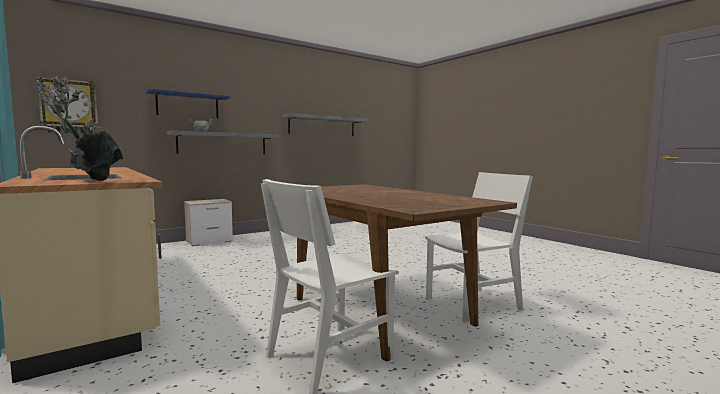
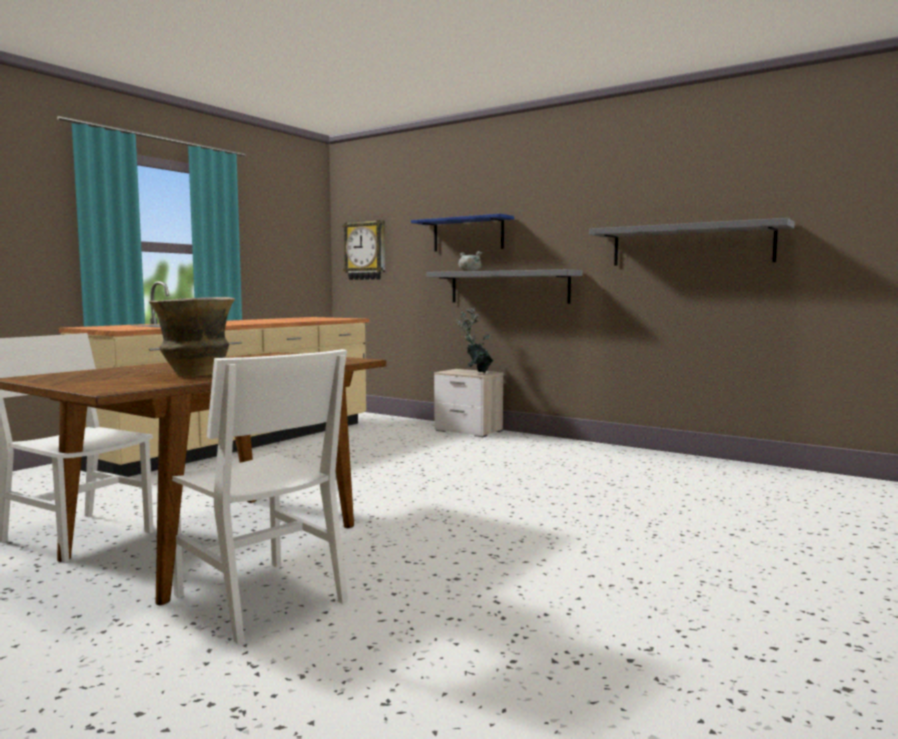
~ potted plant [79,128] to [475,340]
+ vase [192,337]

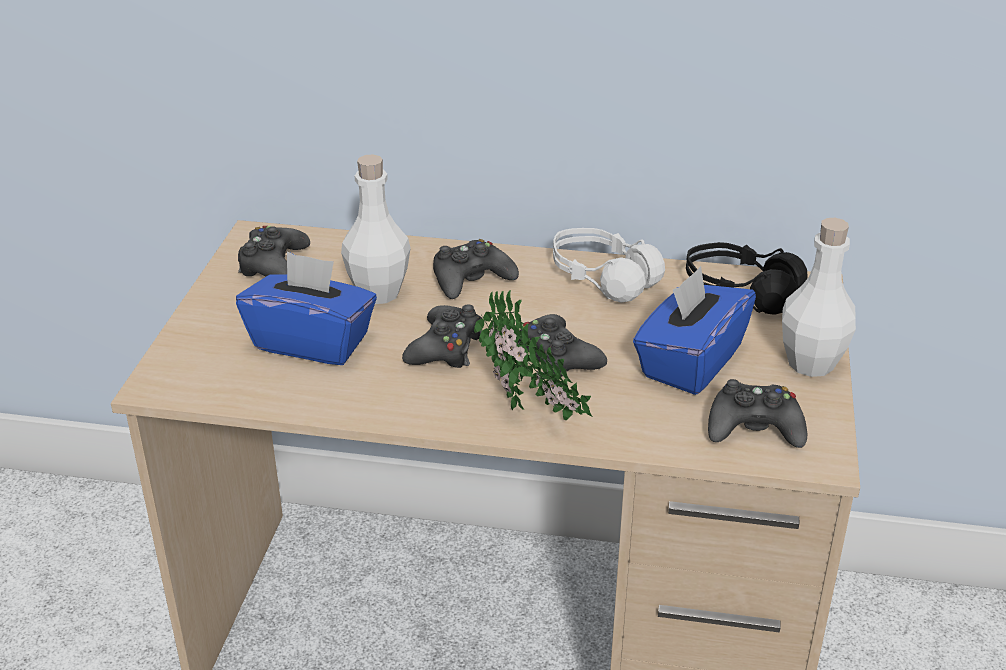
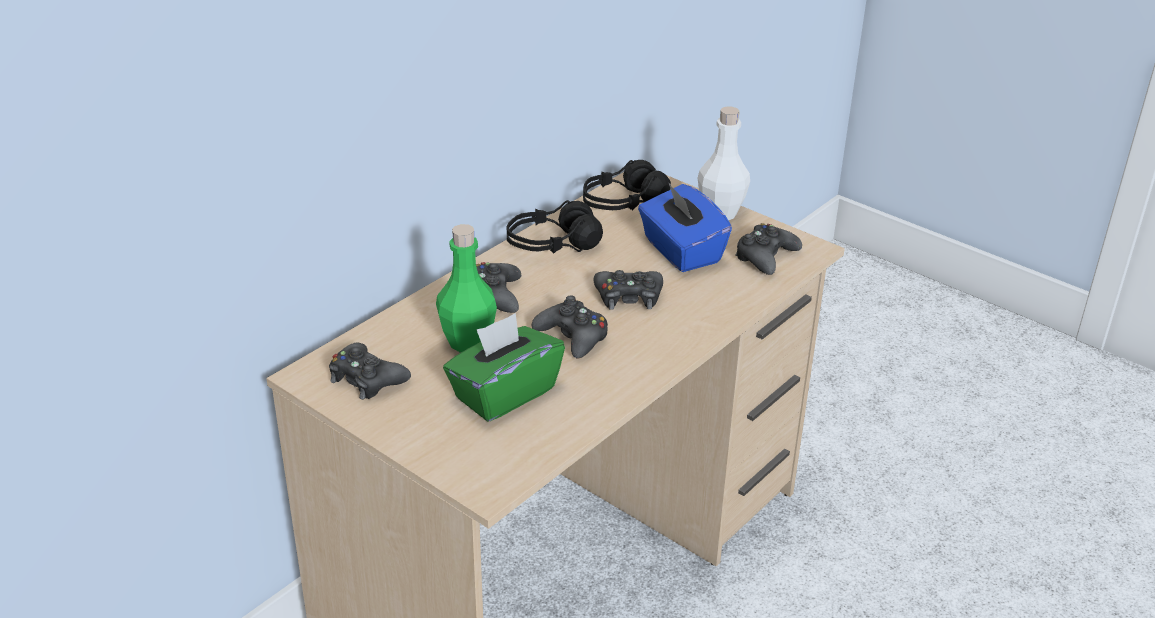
~ white bottle [376,229] to green bottle [466,288]
~ white headphones [609,265] to black headphones [555,226]
~ blue tissue box [306,308] to green tissue box [504,367]
- potted plant [533,355]

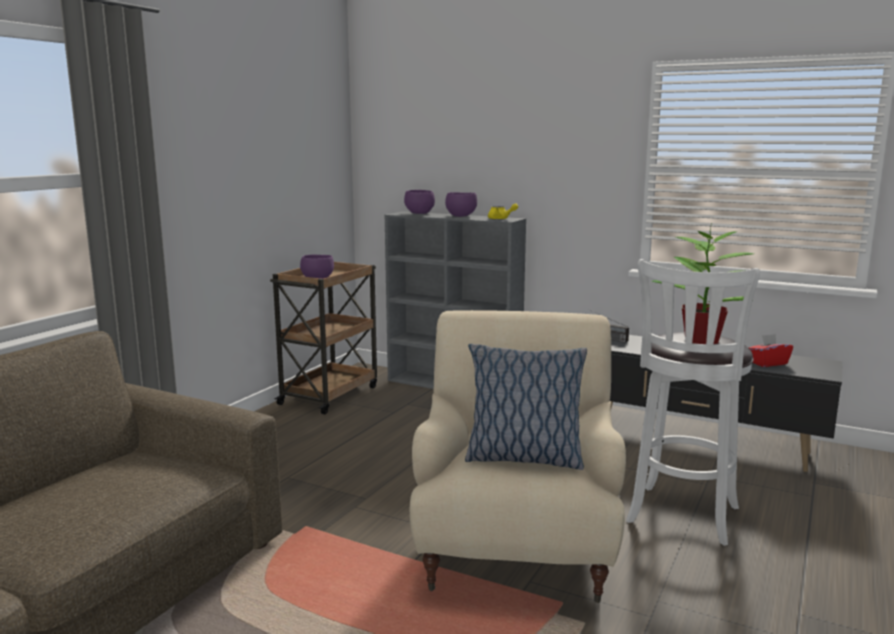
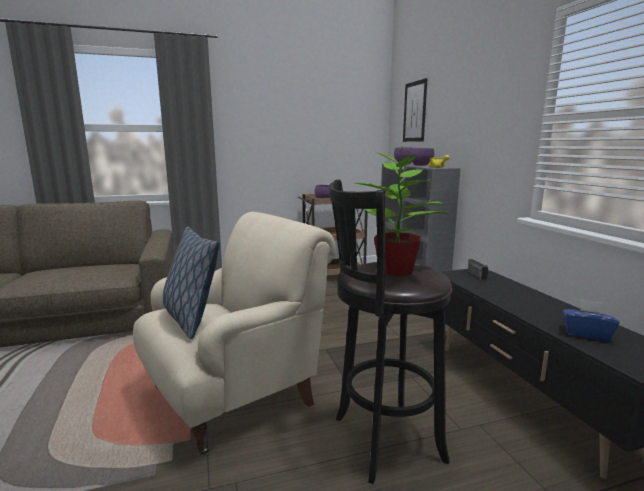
~ white stool [693,402] to black stool [390,332]
~ red tissue box [771,350] to blue tissue box [591,320]
+ picture [415,110]

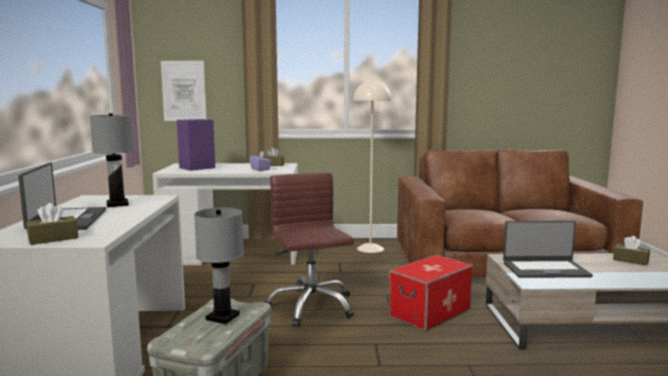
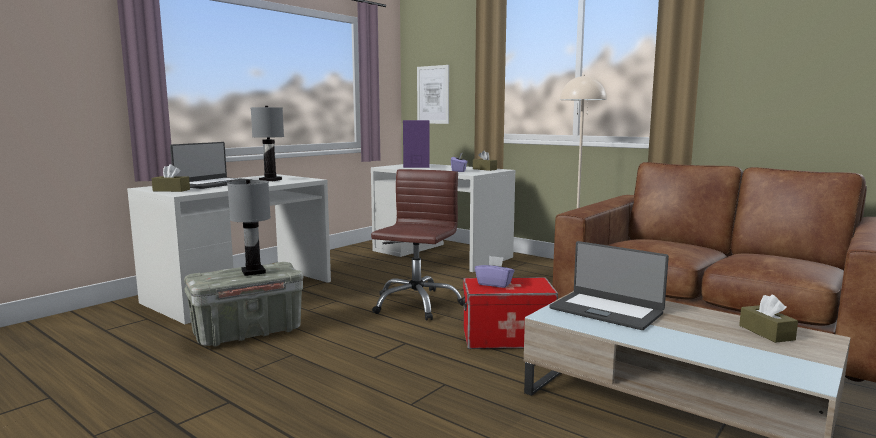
+ purple tissue box [495,272]

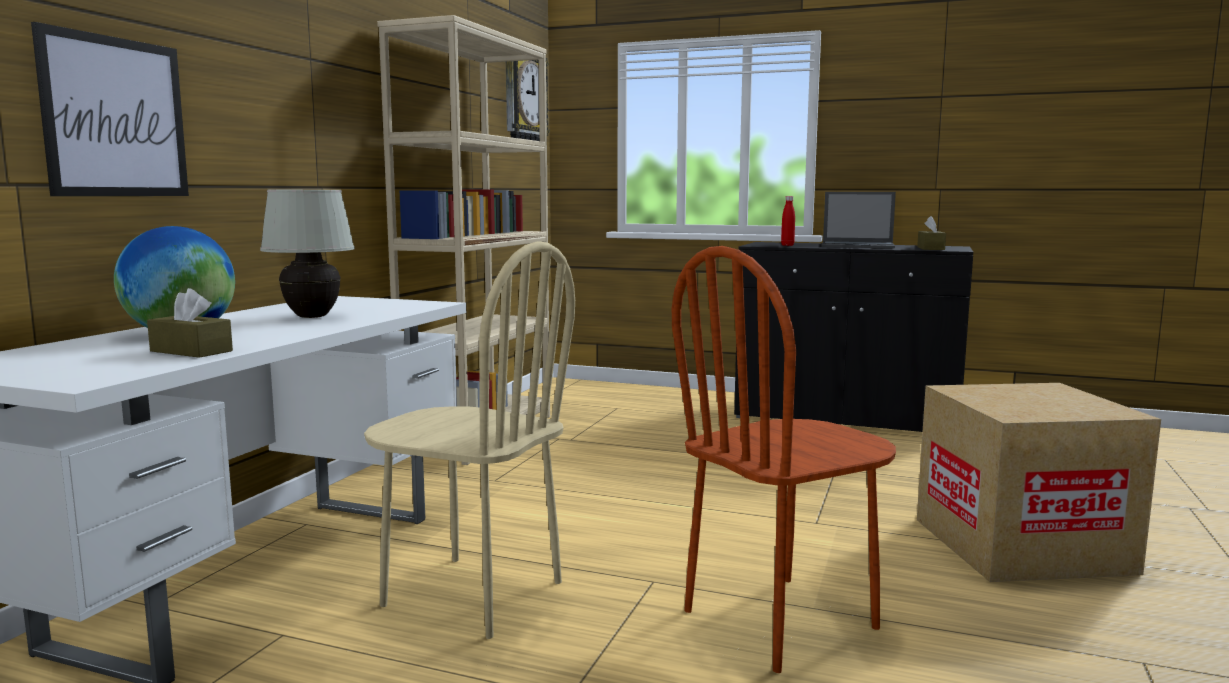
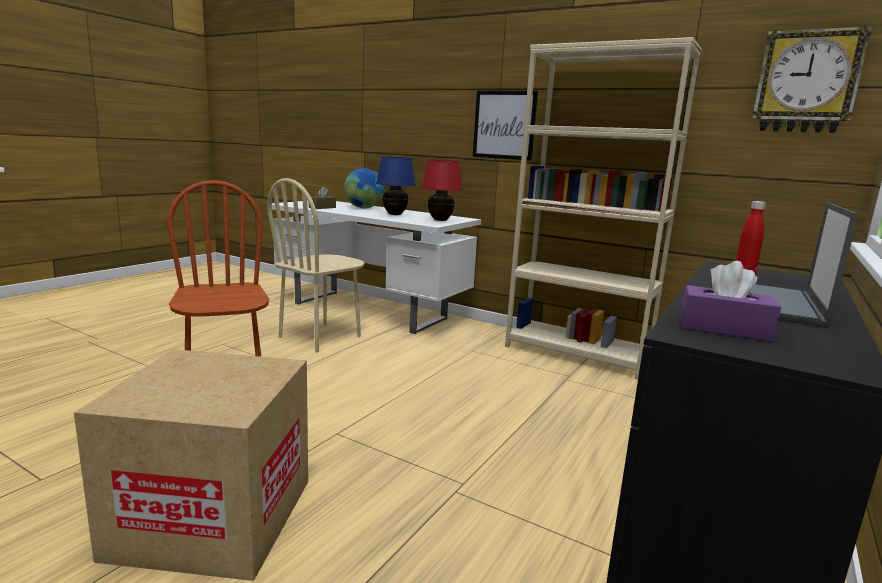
~ picture [110,109] to [505,126]
~ white table lamp [307,254] to blue table lamp [396,185]
~ brown tissue box [931,233] to purple tissue box [731,301]
+ red table lamp [442,190]

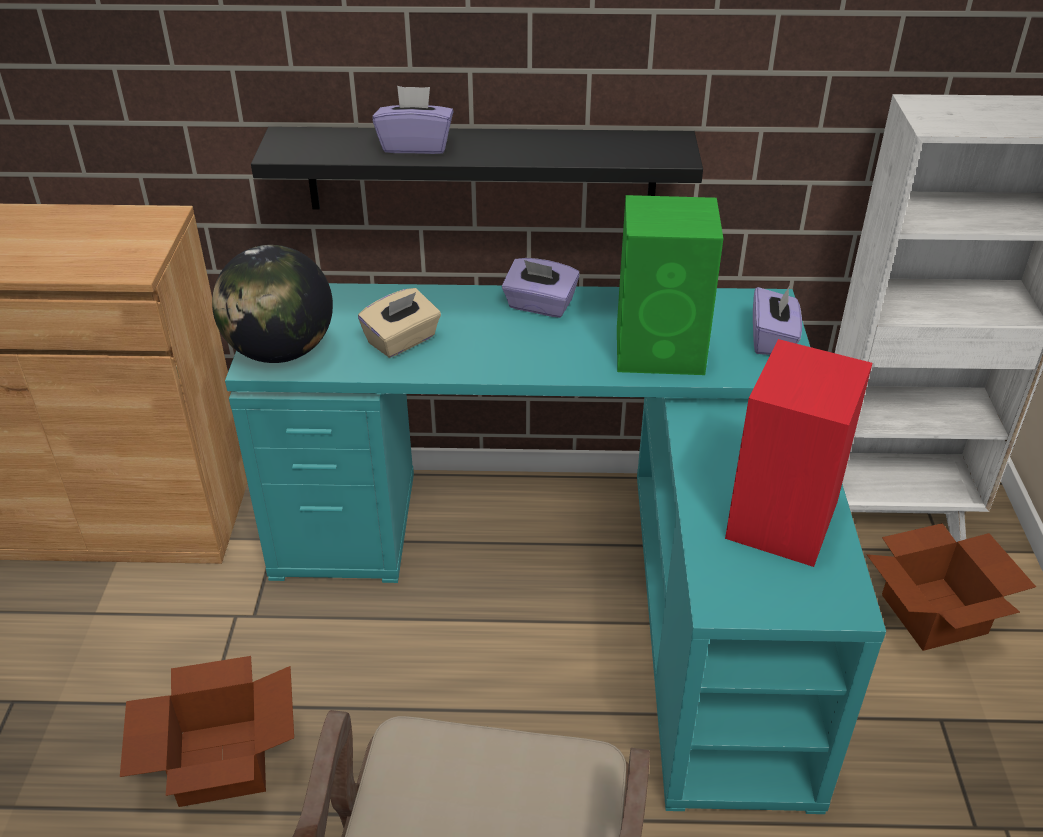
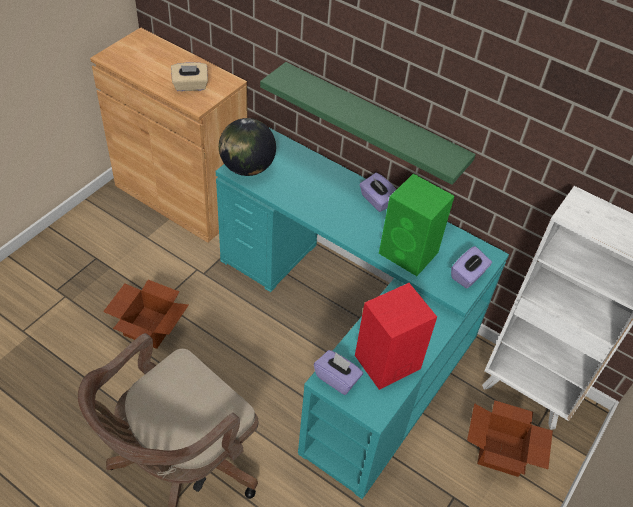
~ purple tissue box [413,120] to [338,372]
~ black shelf [477,168] to green shelf [368,123]
~ beige tissue box [399,323] to [189,76]

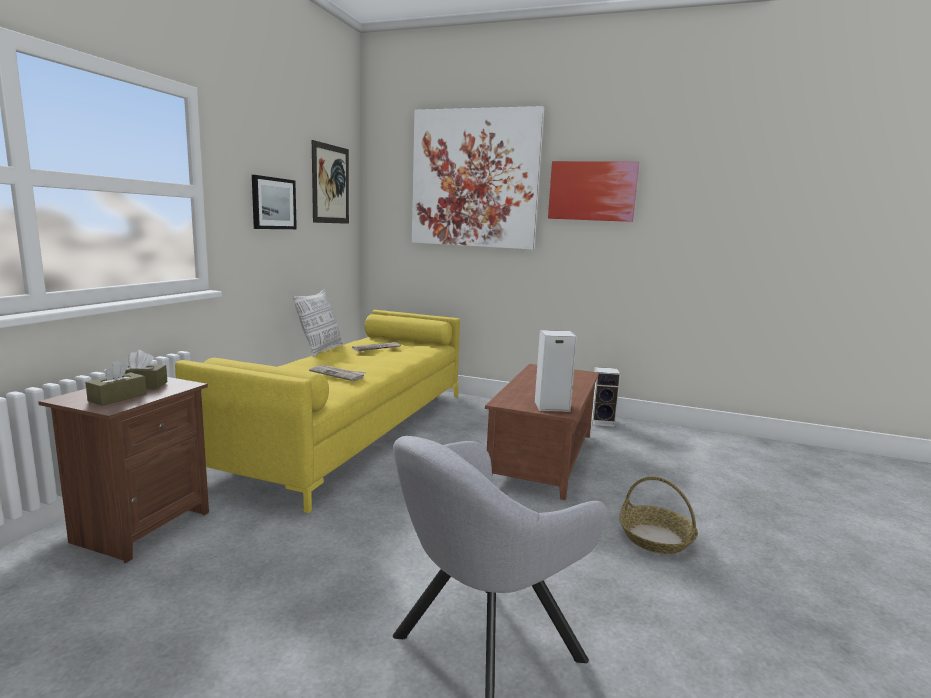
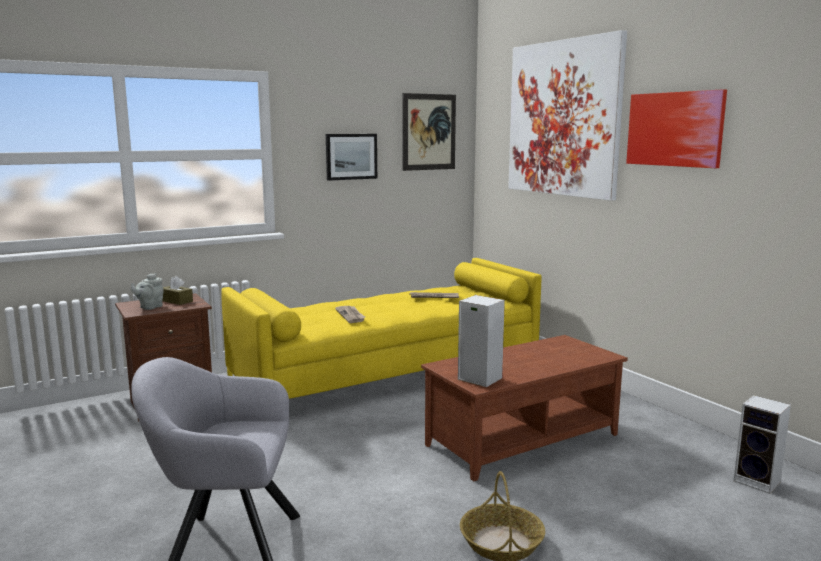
- pillow [318,323]
~ brown tissue box [116,383] to grey teapot [147,291]
~ speaker [606,397] to [762,444]

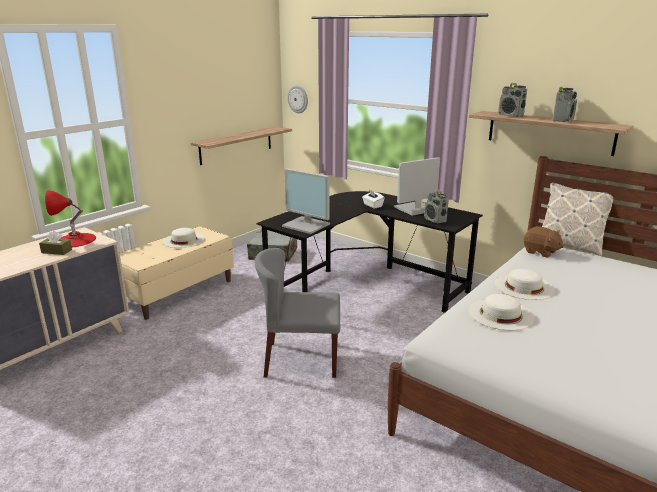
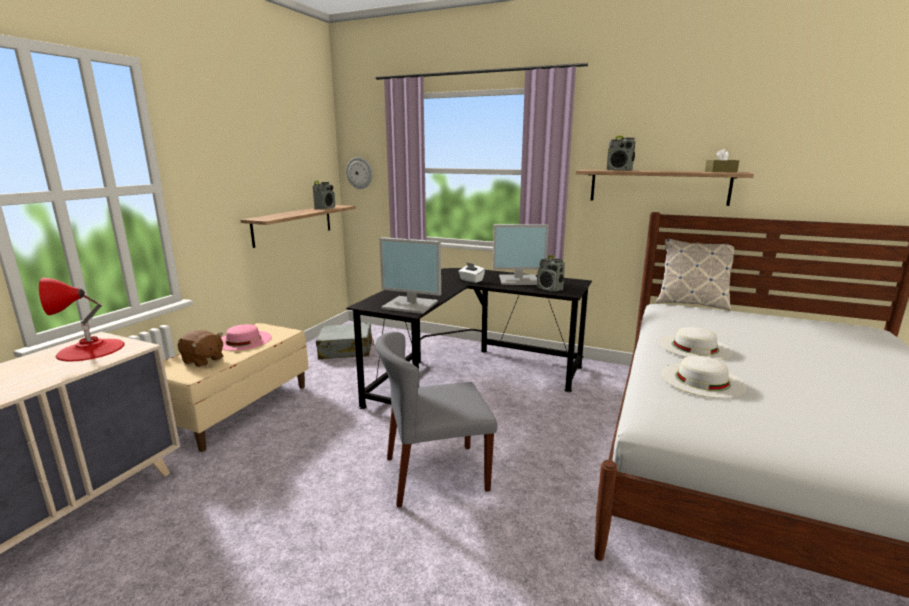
~ radio [564,104] to [324,195]
~ monitor [417,186] = [521,254] 135 degrees counterclockwise
~ brown plush toy [544,242] to [200,348]
~ white hat [184,238] to pink hat [246,337]
~ brown tissue box [55,243] to [722,160]

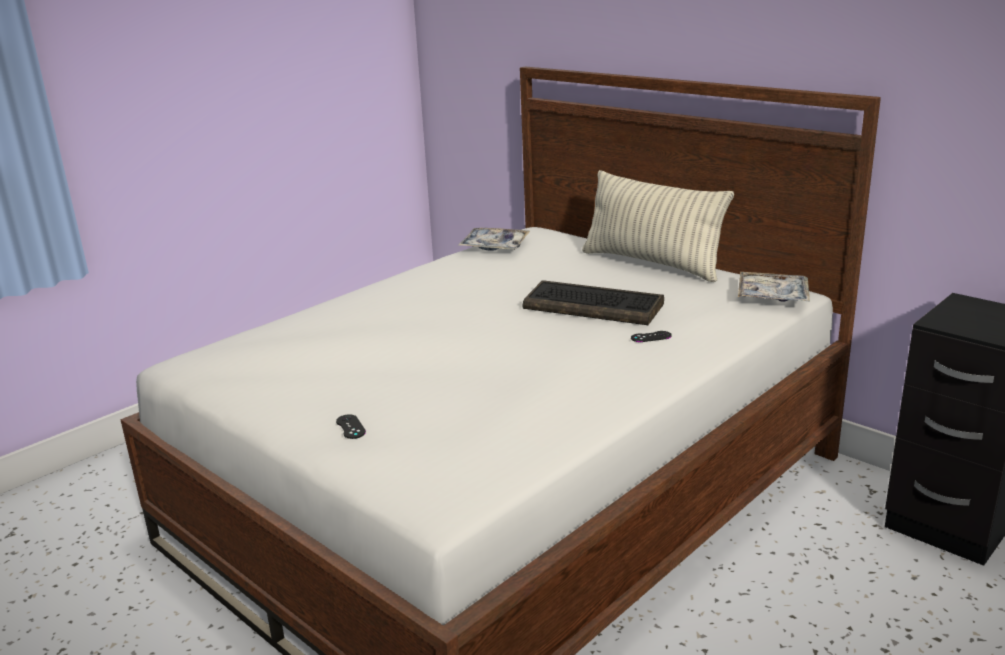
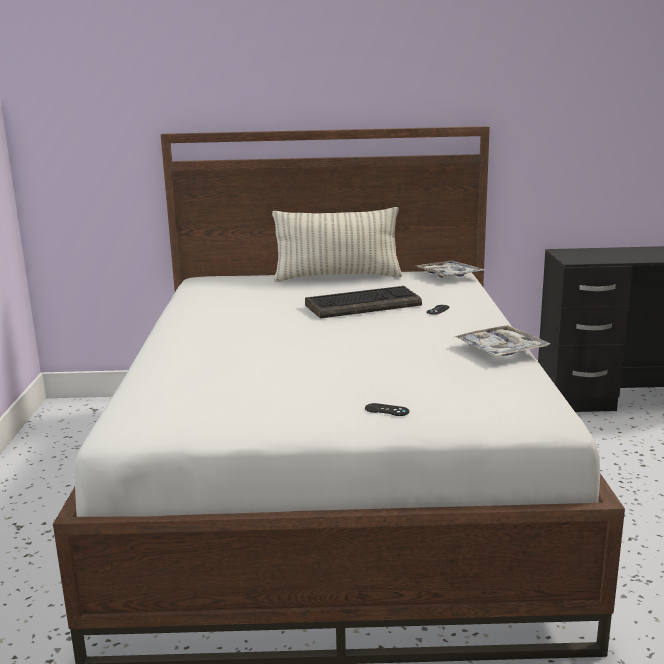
~ tray [493,239] to [502,341]

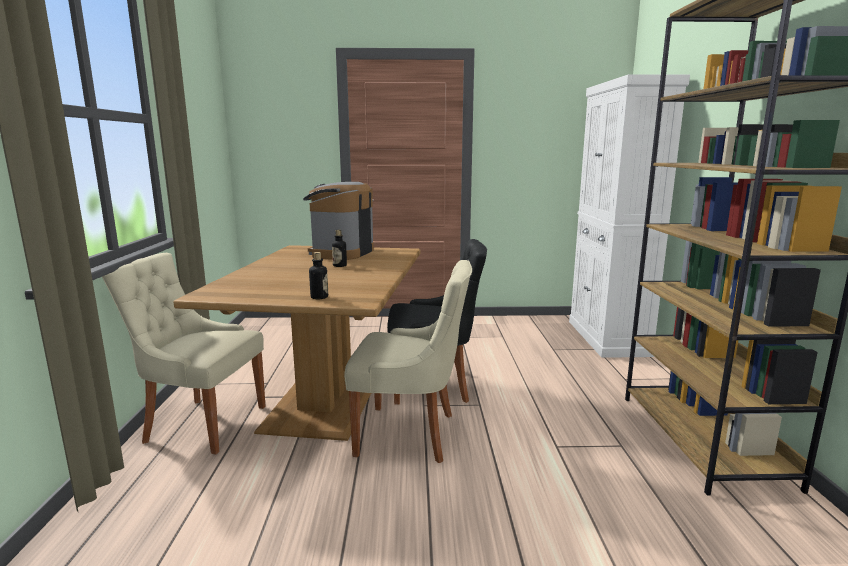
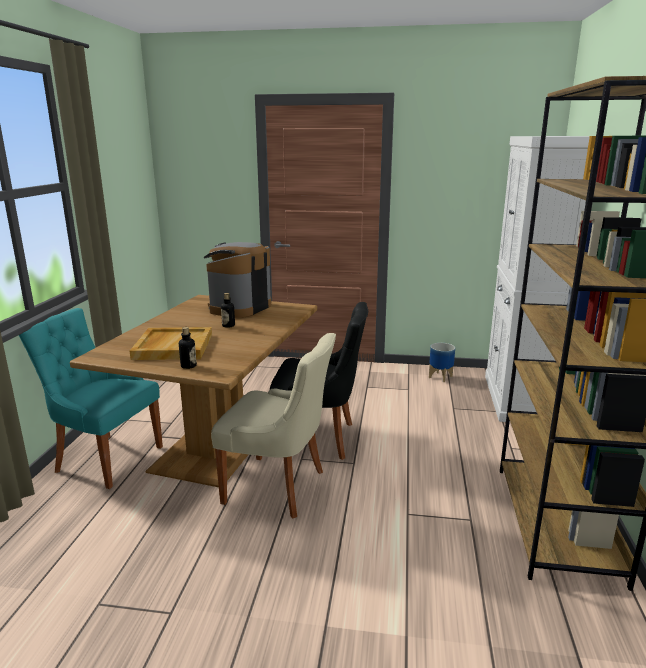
~ beige chair [184,353] to turquoise chair [91,398]
+ beige tray [171,343]
+ planter [442,362]

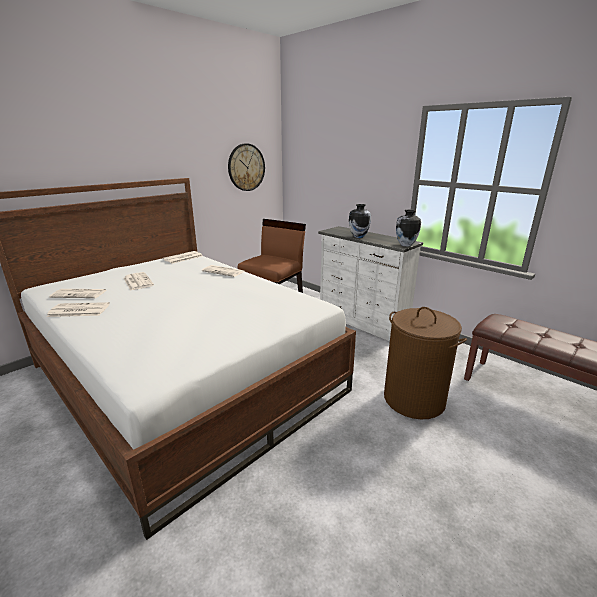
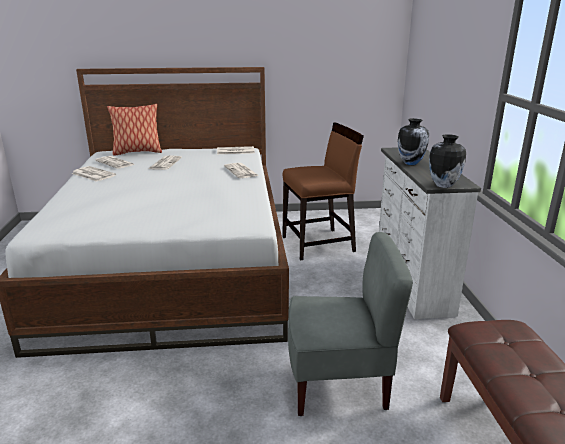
- wall clock [246,167]
~ brown laundry basket [425,363] to grey chair [350,324]
+ pillow [134,130]

